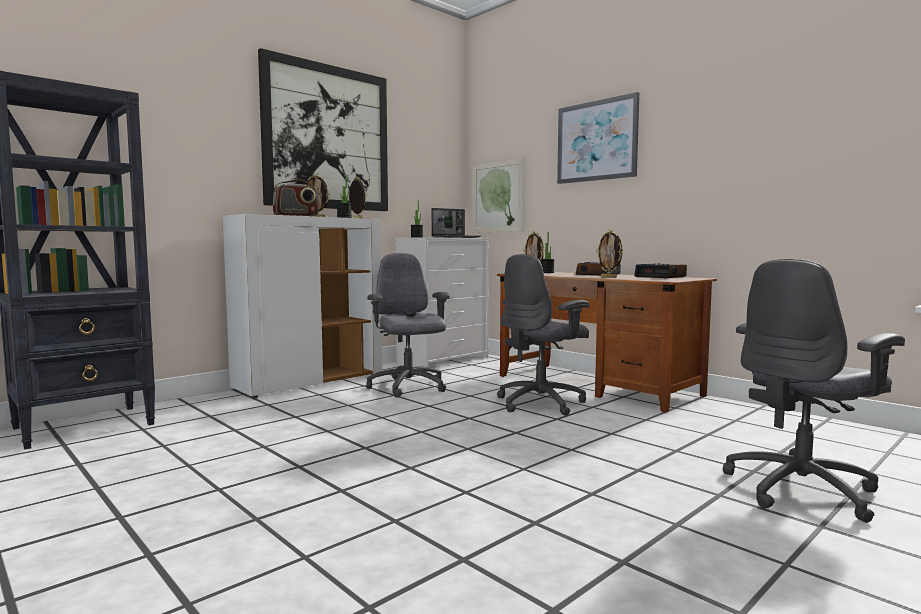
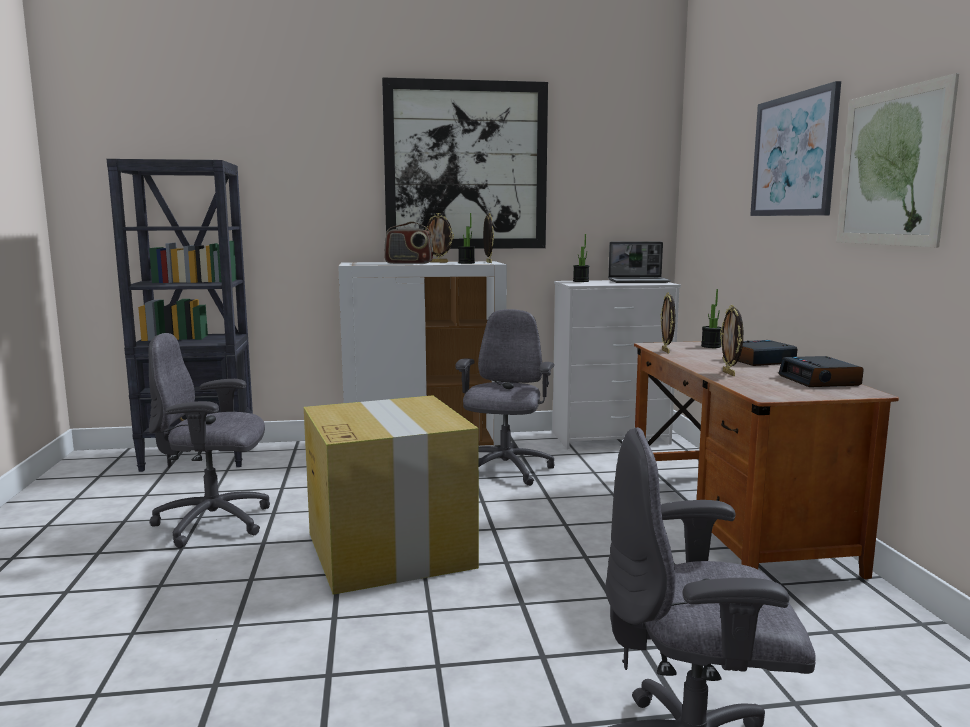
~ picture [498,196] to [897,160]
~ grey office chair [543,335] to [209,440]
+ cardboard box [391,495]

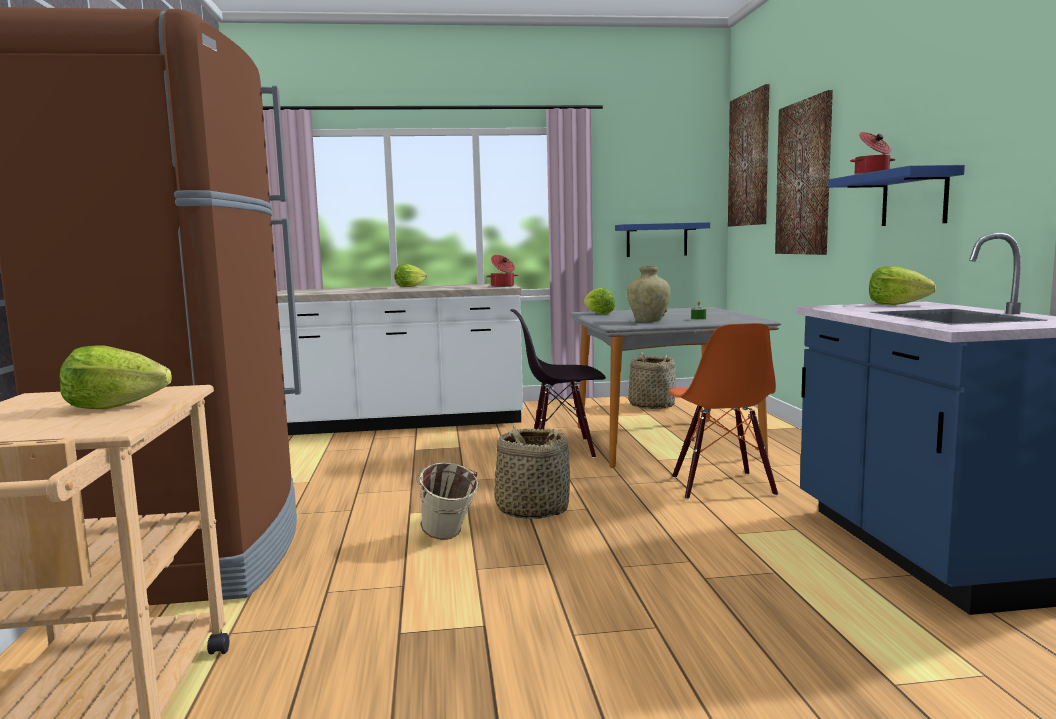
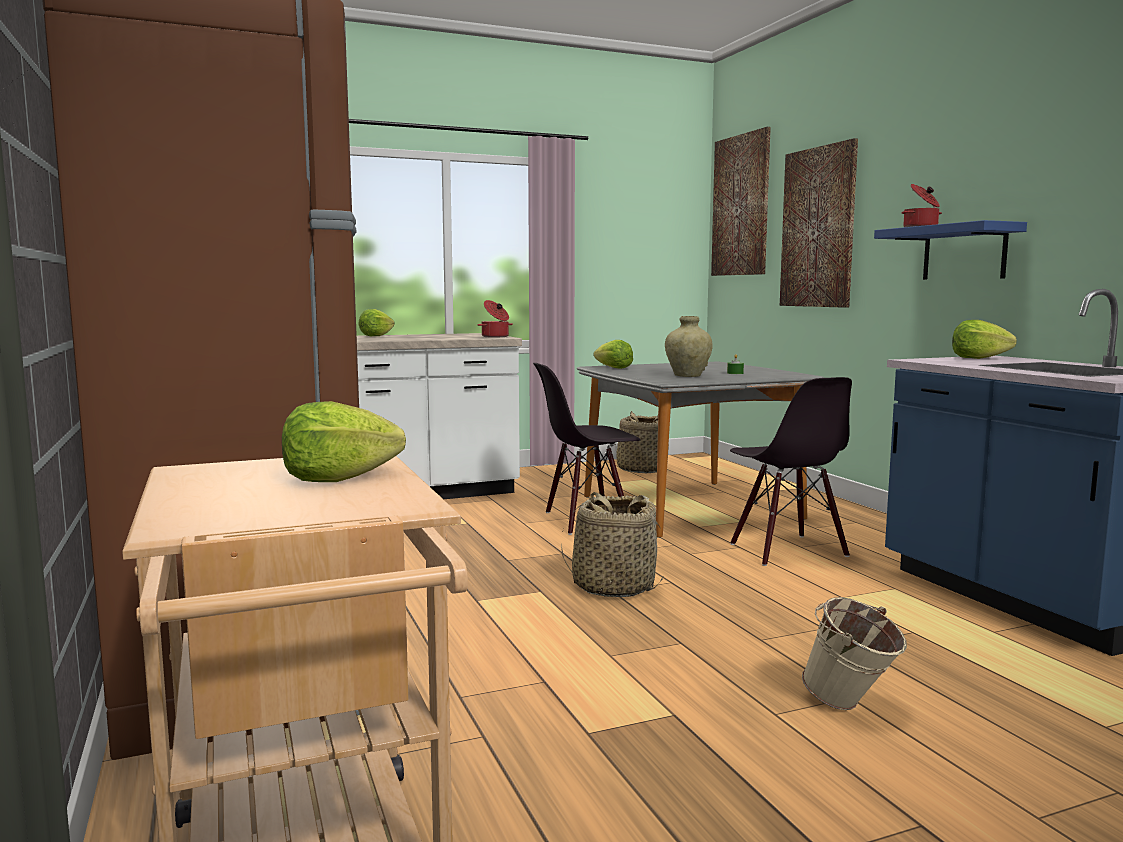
- blue shelf [662,239]
~ orange chair [723,411] to black chair [791,471]
~ beige bucket [447,501] to [854,653]

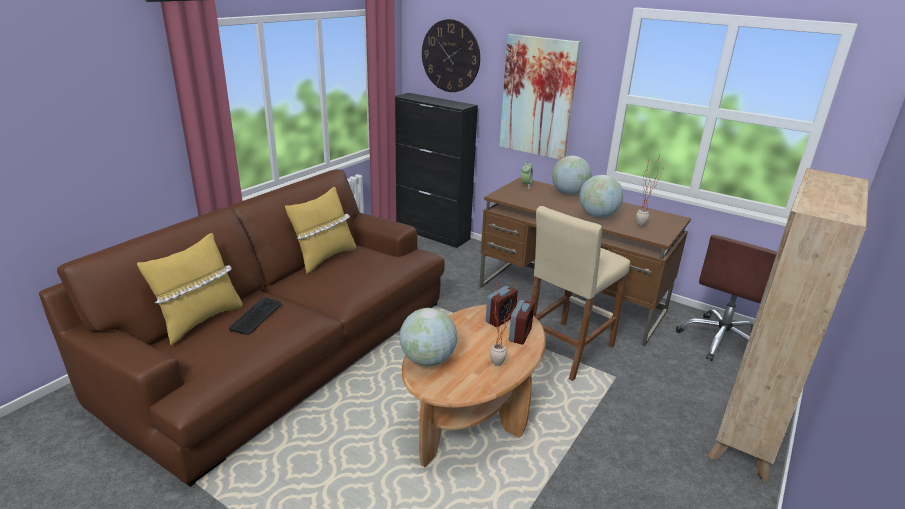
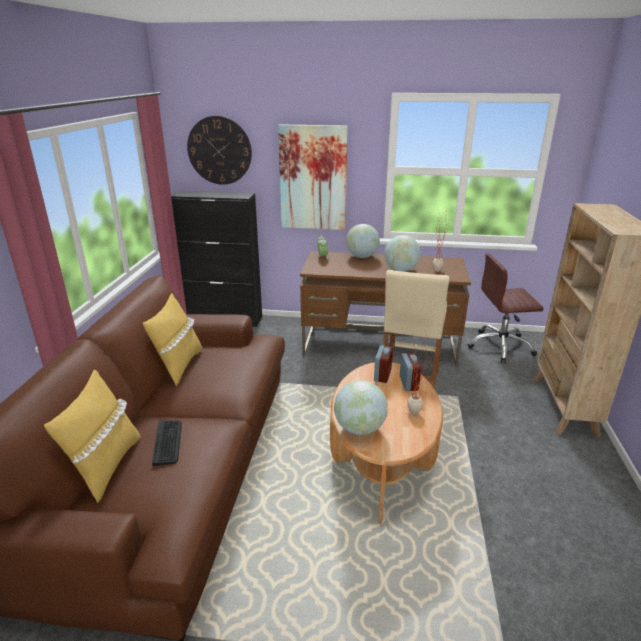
~ brown office chair [726,298] = [506,308] 75 degrees clockwise

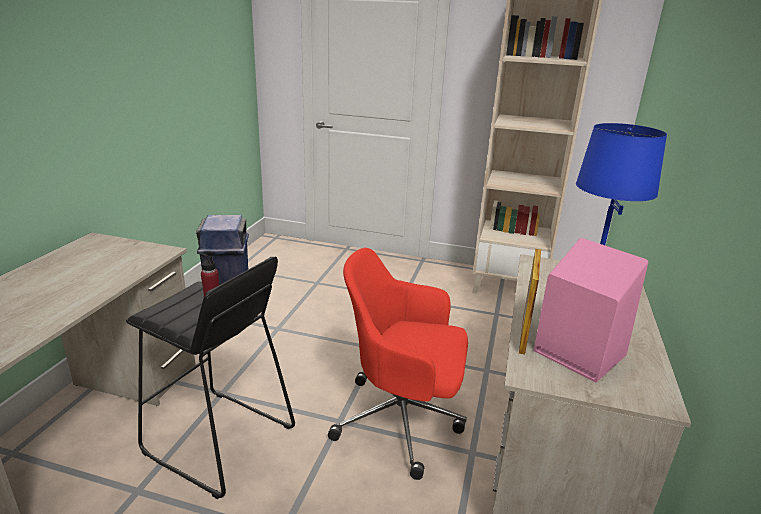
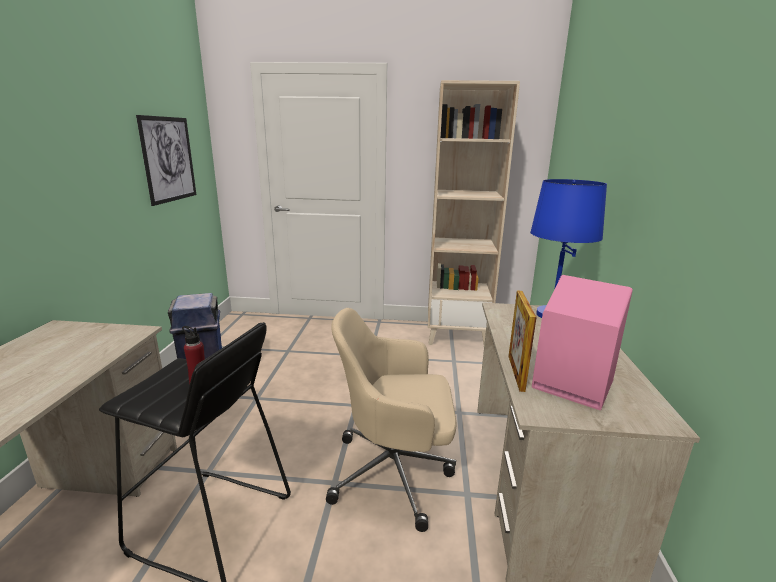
~ red office chair [398,364] to beige office chair [391,420]
+ picture [166,160]

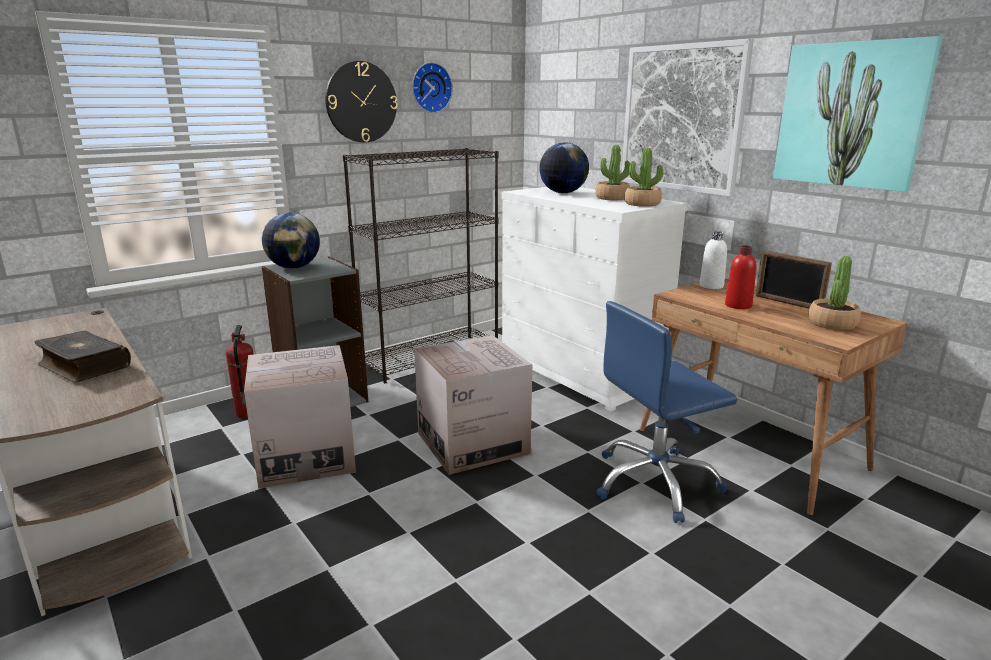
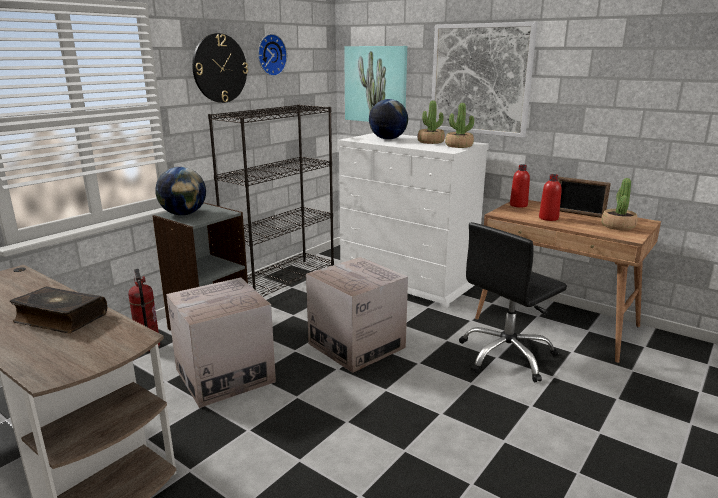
~ picture [858,114] to [375,84]
~ white bottle [713,260] to red bottle [520,186]
~ blue office chair [666,412] to black office chair [513,302]

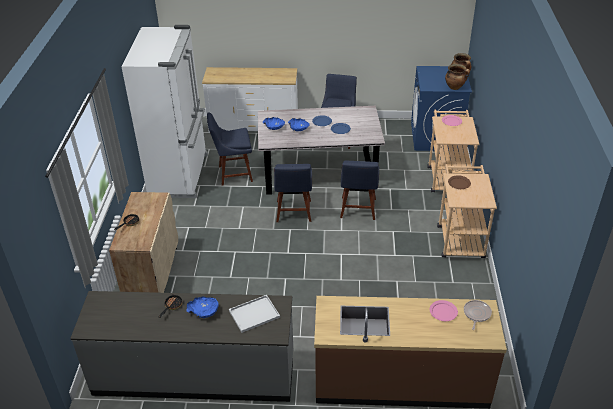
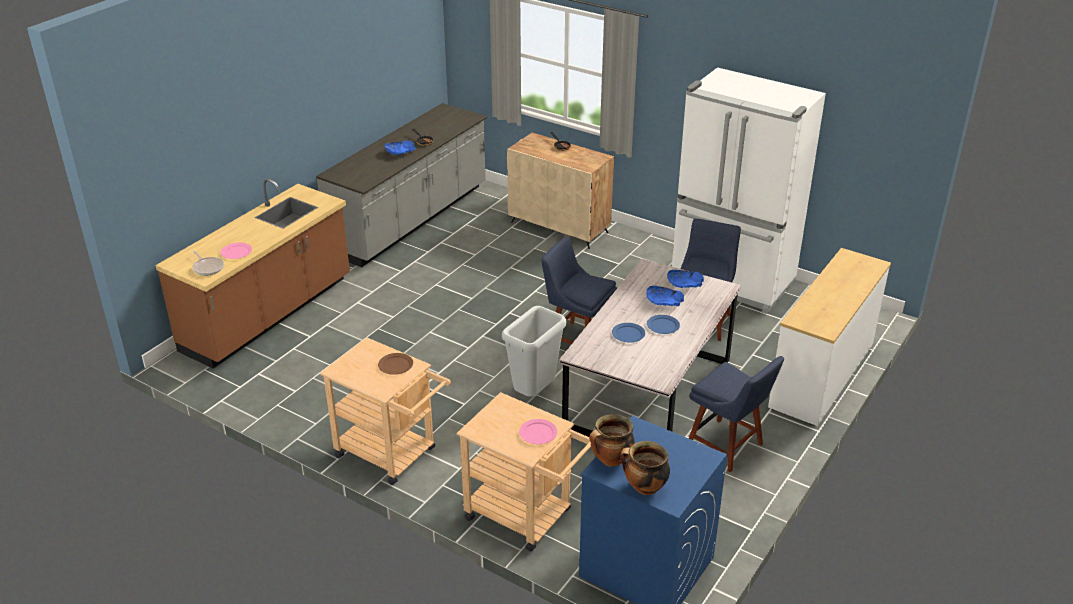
~ blue chair [359,190] to grey trash can [534,351]
- white tray [254,314]

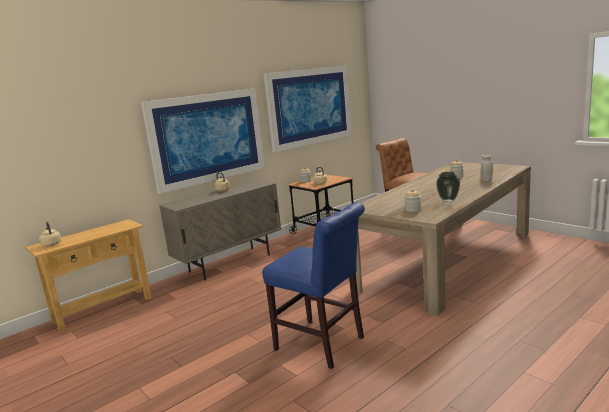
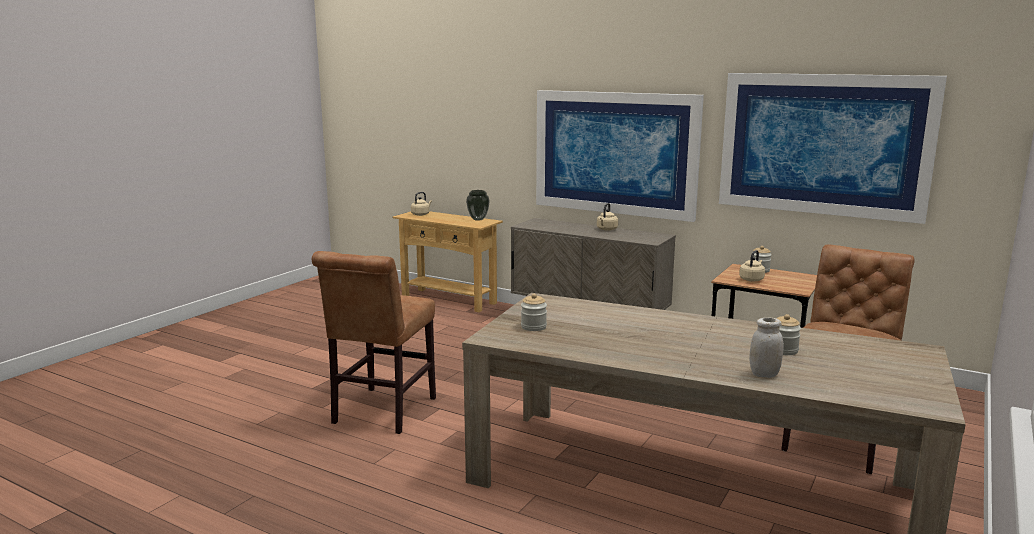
~ vase [448,187] to [478,205]
~ blue chair [313,285] to brown chair [374,342]

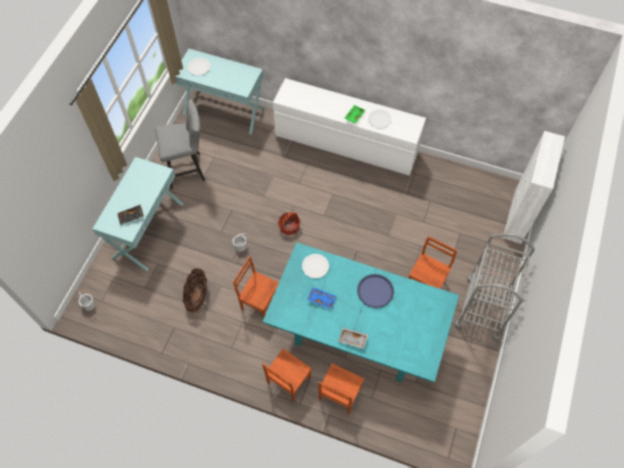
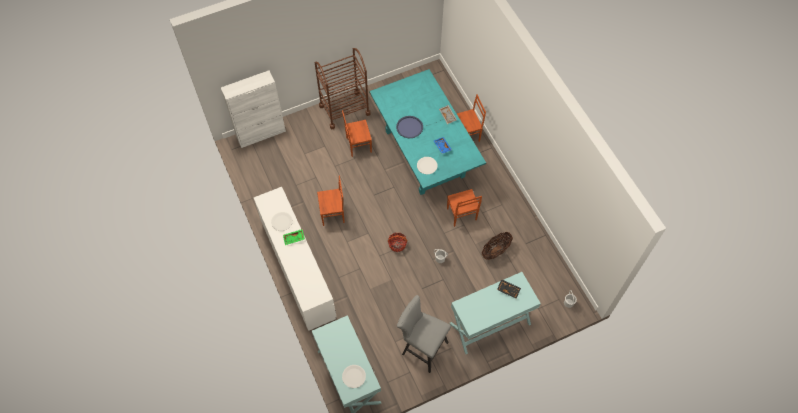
~ grey cart [494,287] to brown cart [343,88]
~ brown chair [287,375] to [331,201]

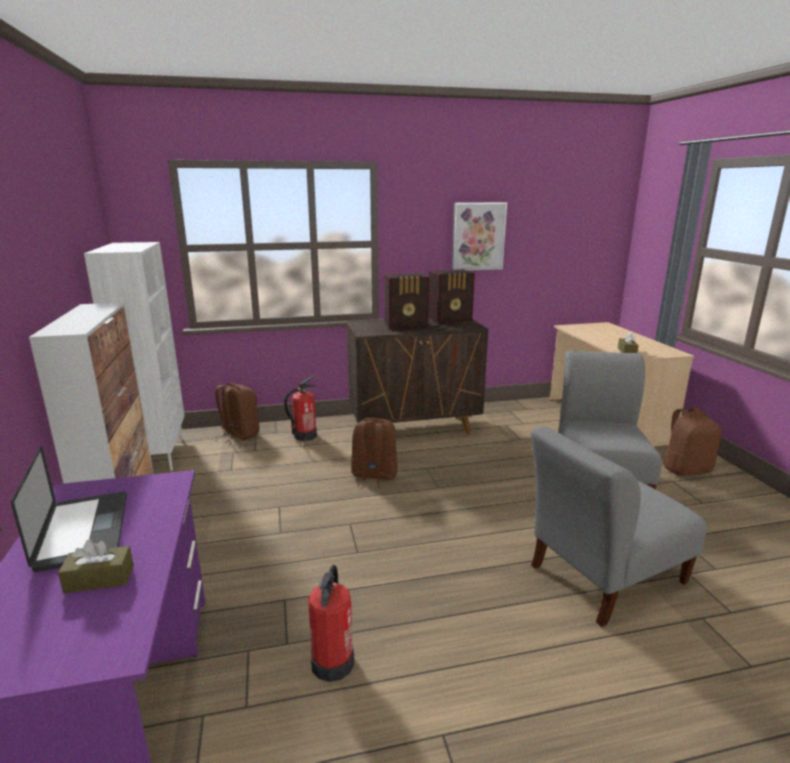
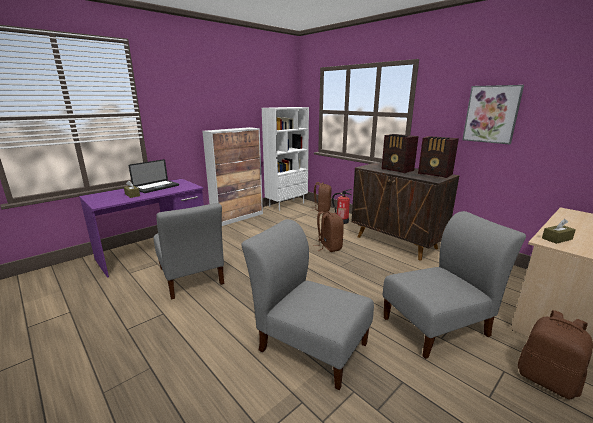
~ fire extinguisher [331,623] to grey chair [189,251]

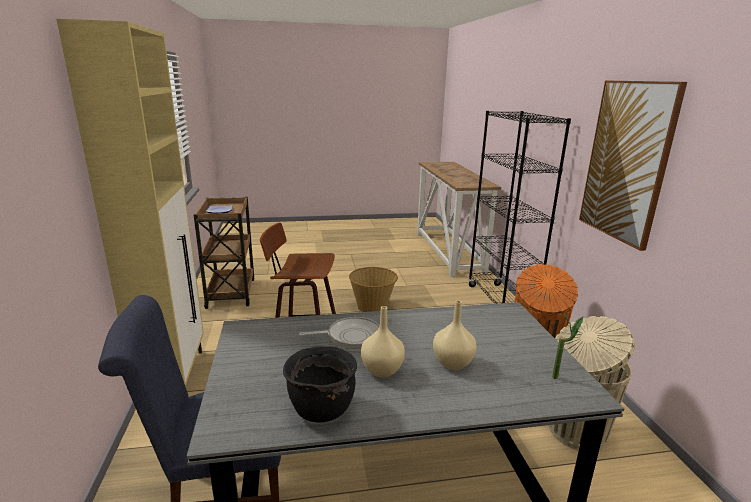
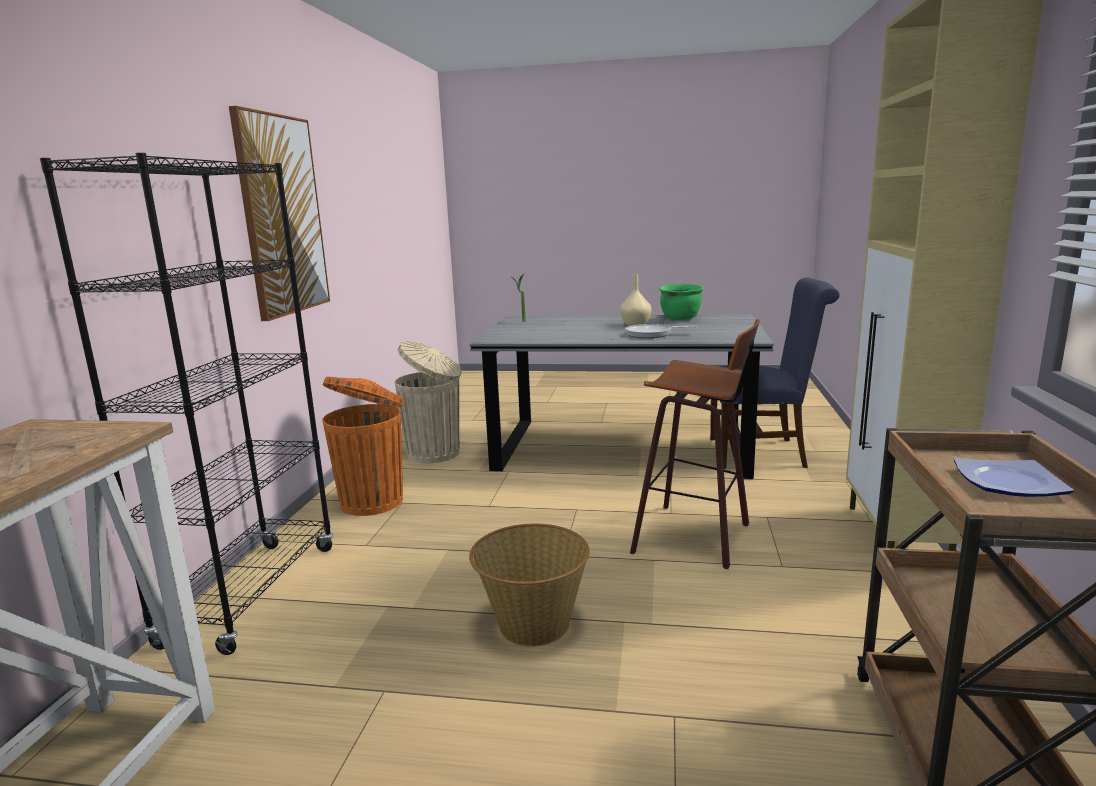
- beige vase [455,335]
~ black cooking pot [320,384] to green cooking pot [681,302]

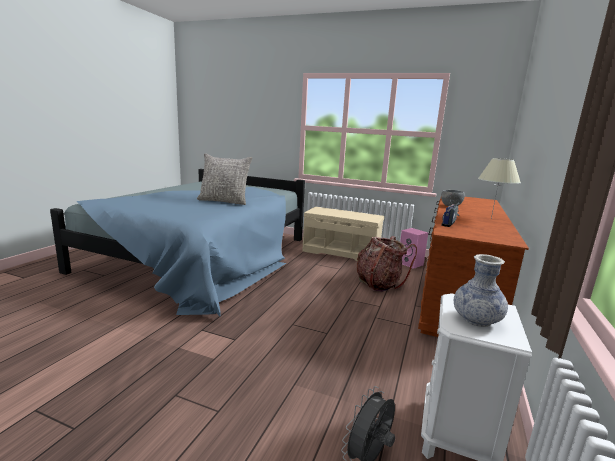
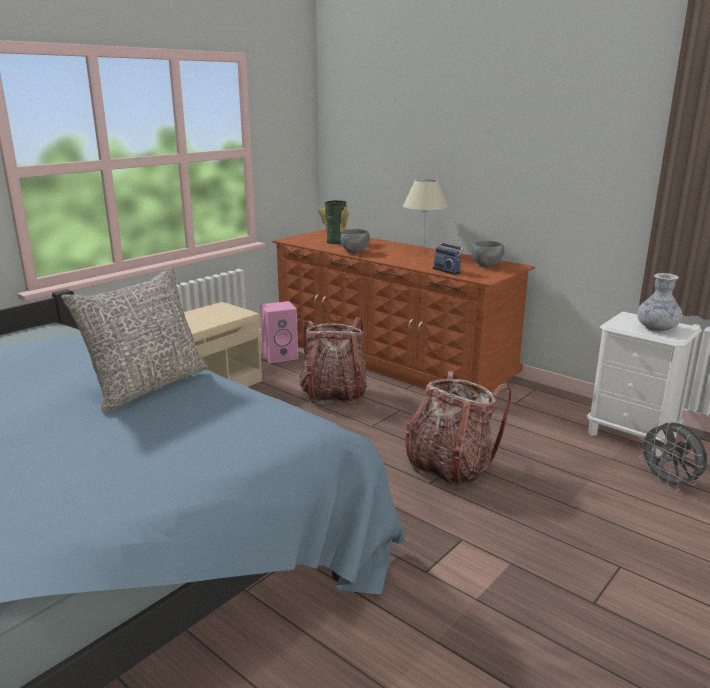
+ vase [333,222]
+ grey bowl [488,254]
+ backpack [458,429]

